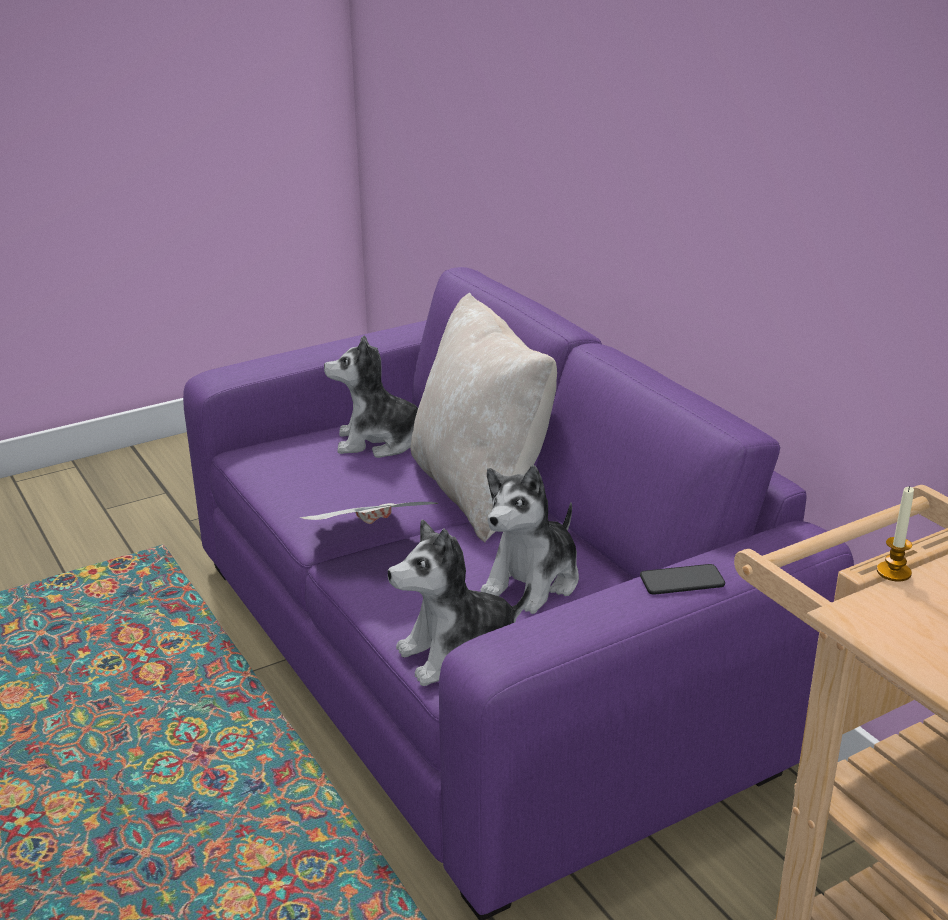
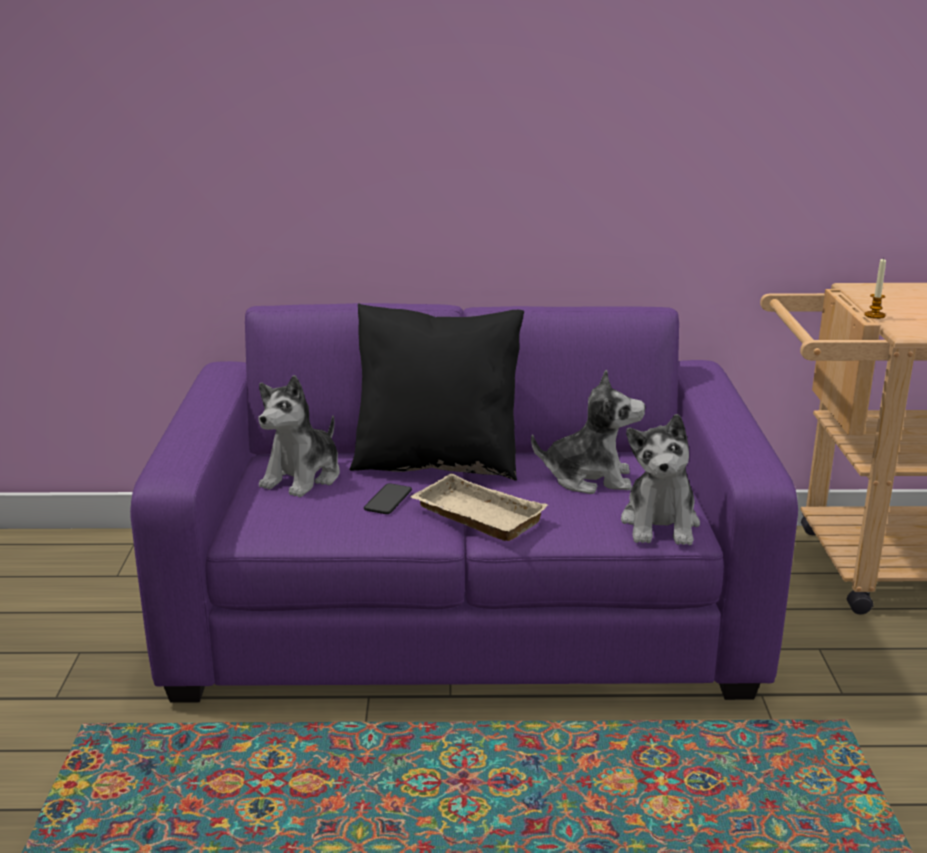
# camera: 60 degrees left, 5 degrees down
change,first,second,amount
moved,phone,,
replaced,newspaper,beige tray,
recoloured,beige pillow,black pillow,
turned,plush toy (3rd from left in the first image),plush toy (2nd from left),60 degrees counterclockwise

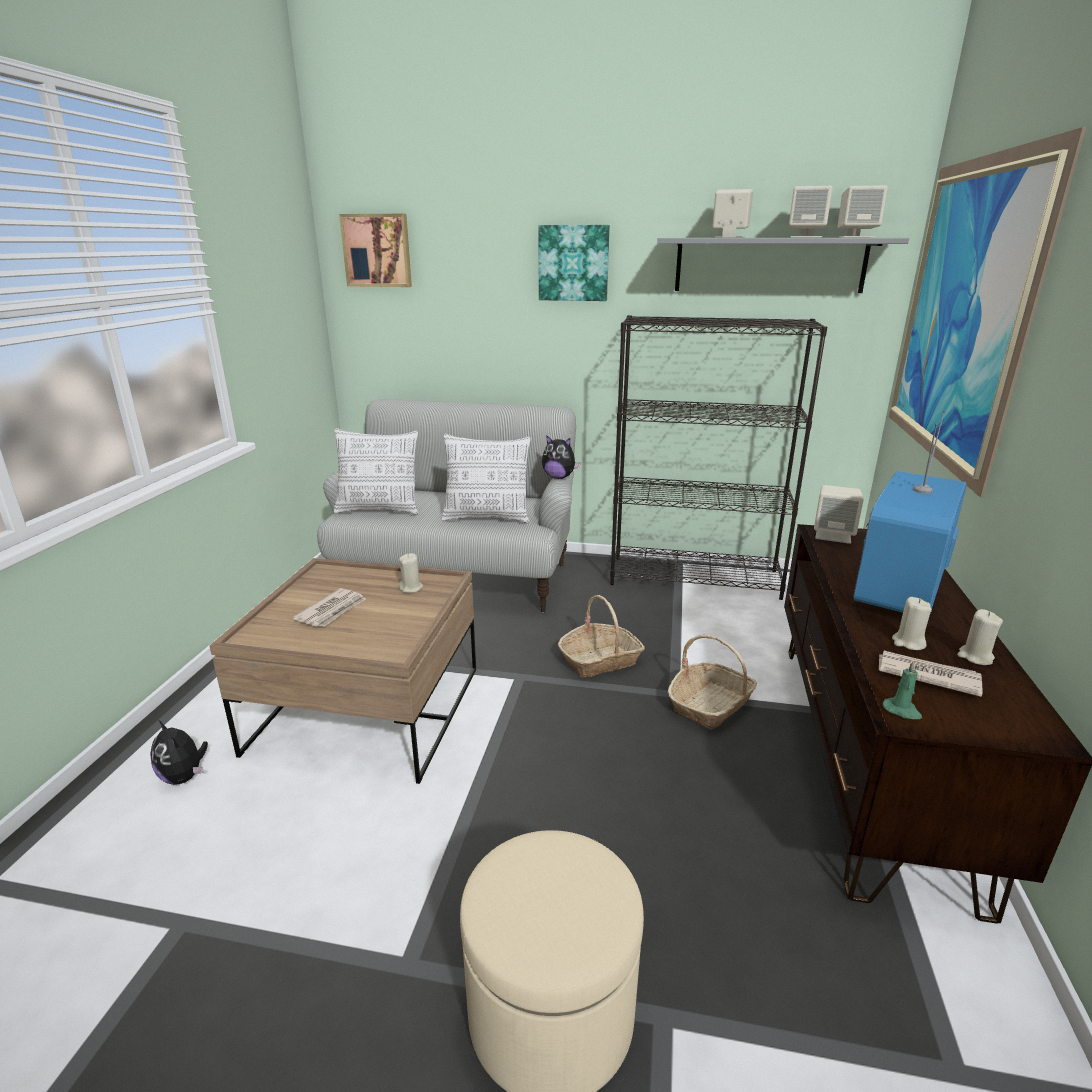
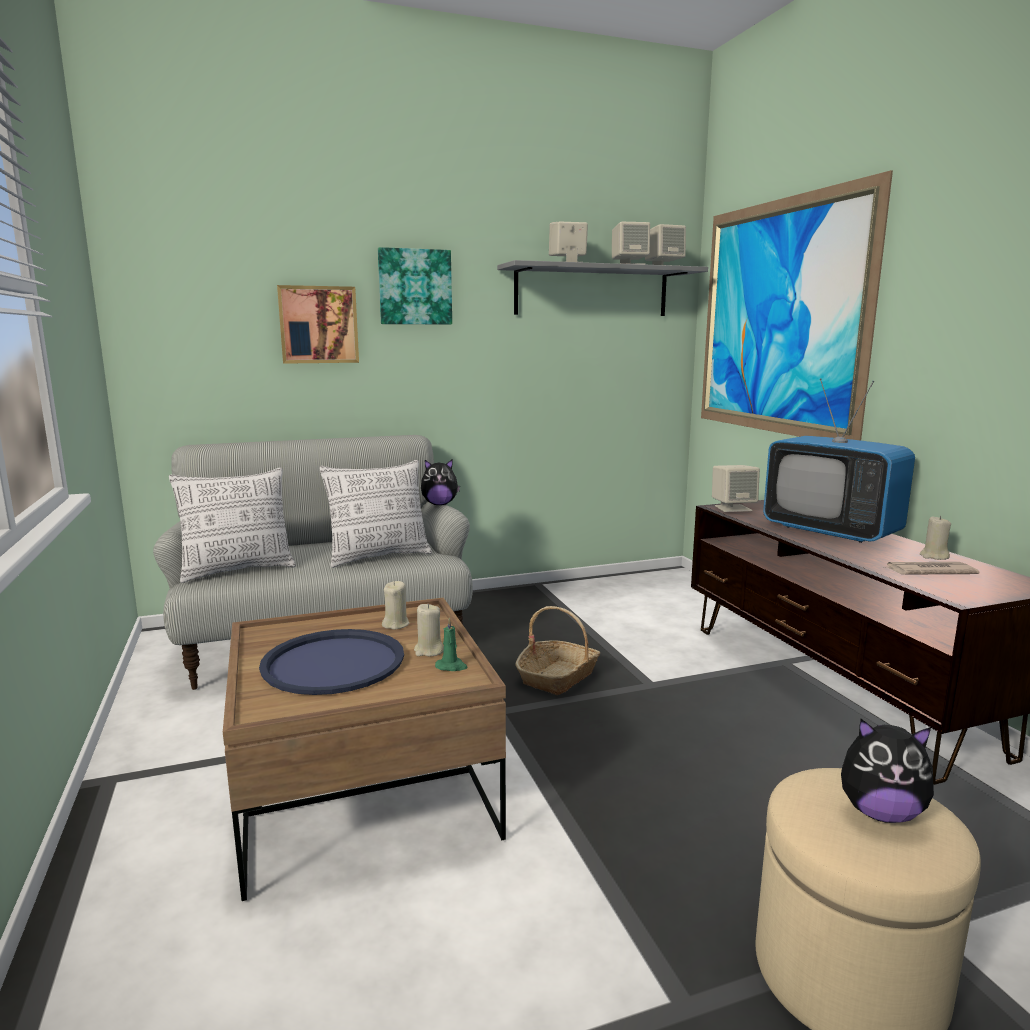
# camera: 30 degrees left, 10 degrees down
change,first,second,amount
removed,black bookcase,,
removed,basket (2nd from left),,
moved,plush toy (1st from left in the first image),plush toy (2nd from left),
moved,picture (1st from left),,
moved,green candle,,
moved,beige candle (2nd from left),,
replaced,newspaper (1st from left),blue tray,
turned,television,,45 degrees counterclockwise

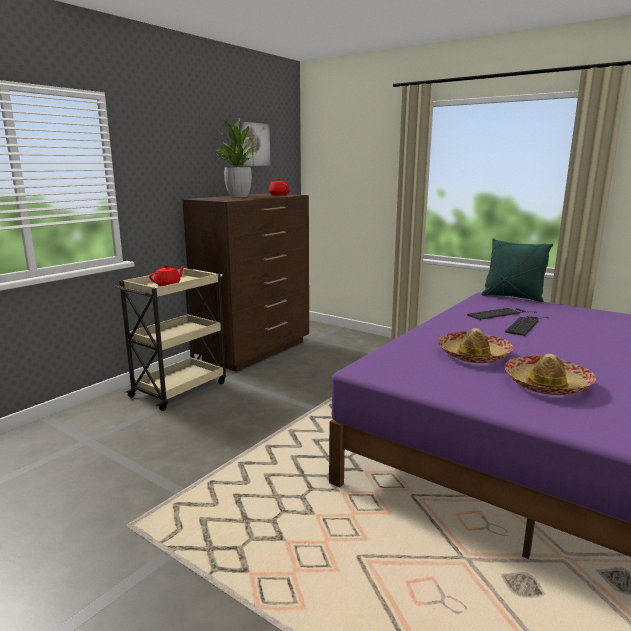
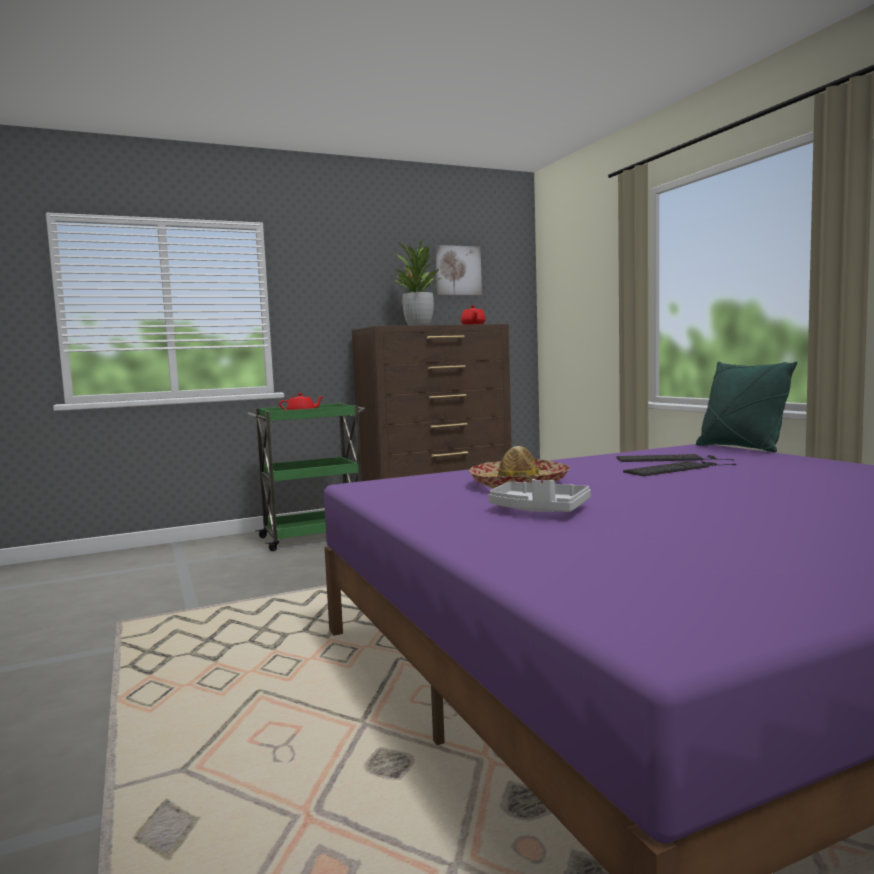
# camera: 30 degrees right, 10 degrees down
change,first,second,amount
replaced,hat (2nd from left),grey tray,
recoloured,beige cart,green cart,

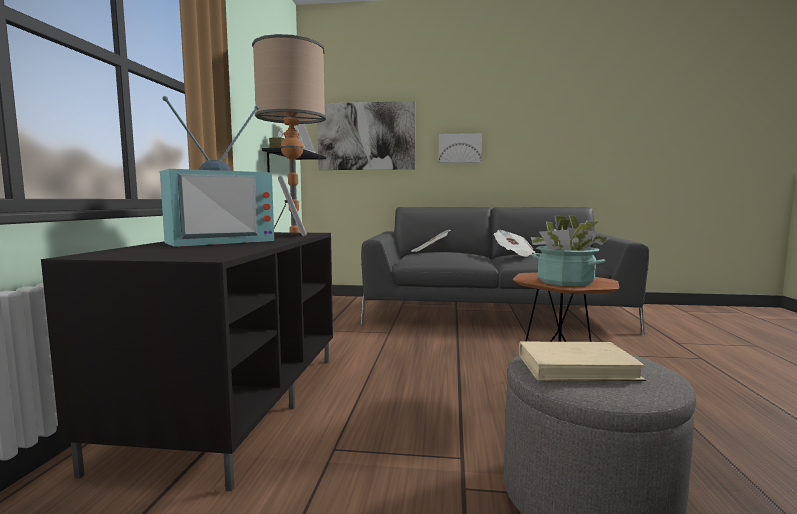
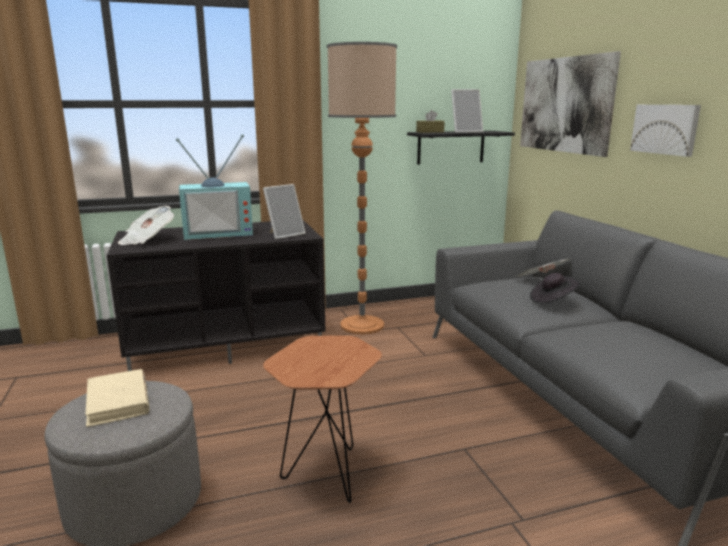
# camera: 65 degrees right, 10 degrees up
change,first,second,amount
removed,potted plant,,
added,,black hat,
moved,newspaper (2nd from left in the first image),newspaper (1st from left),
turned,television,,45 degrees counterclockwise

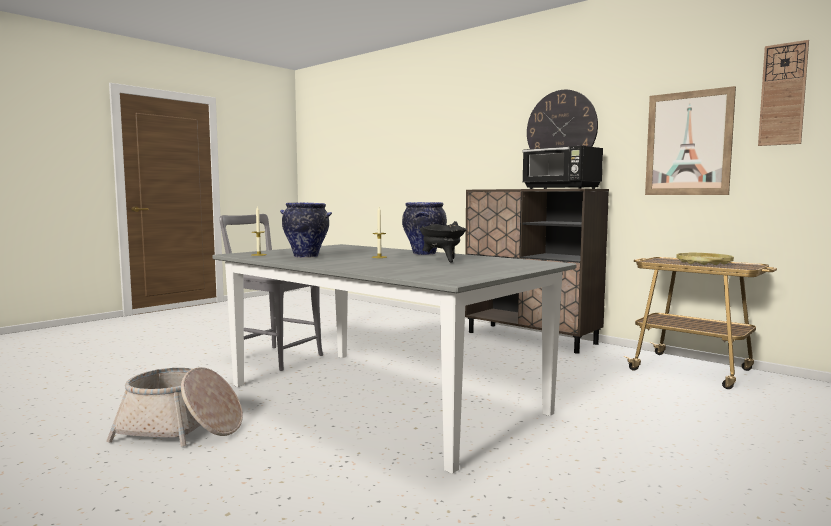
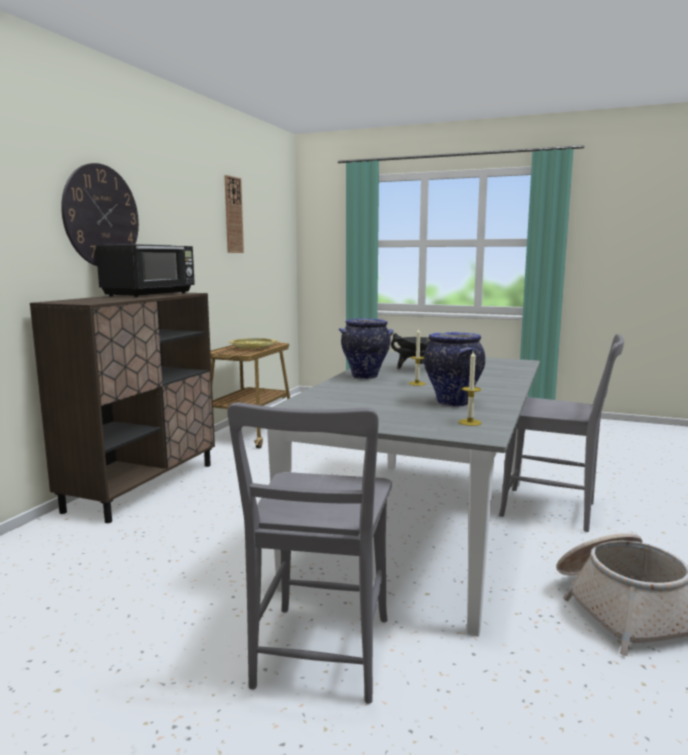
# camera: 110 degrees left, 5 degrees up
change,first,second,amount
removed,picture,,
added,,grey chair (2nd from left),

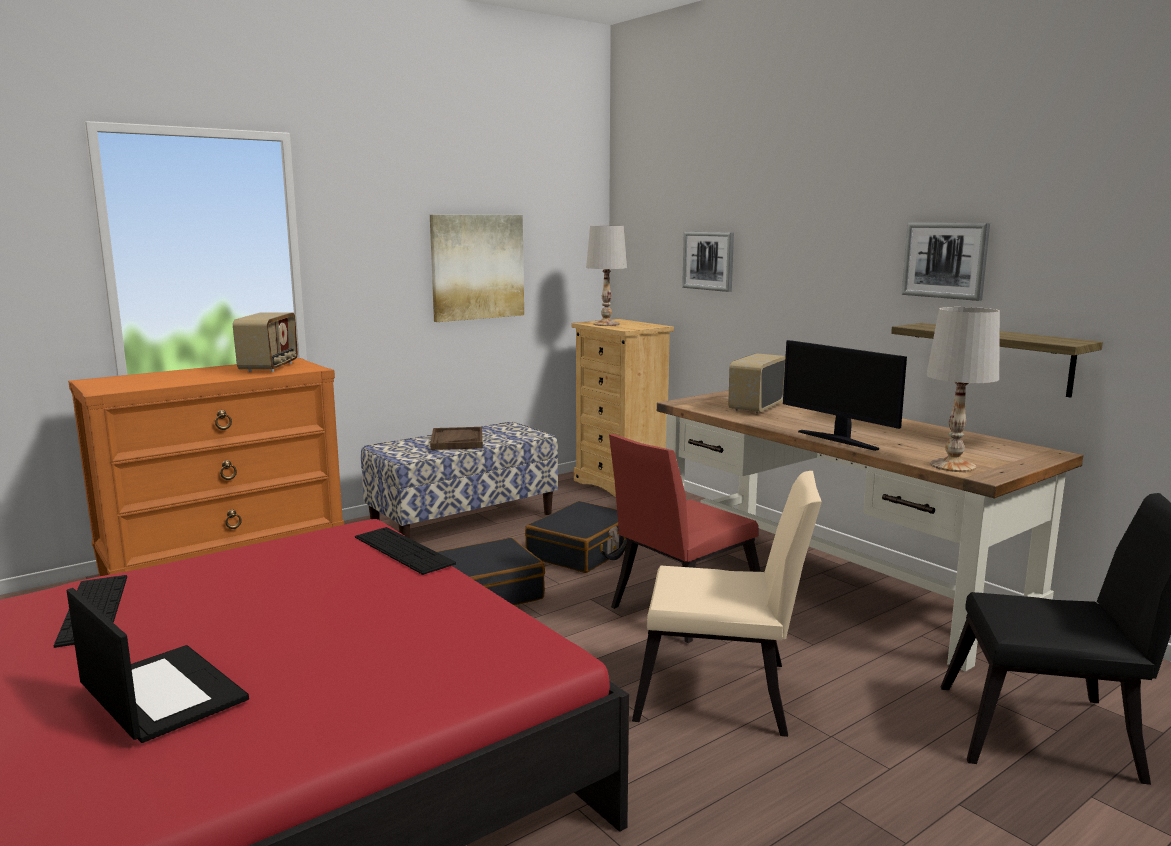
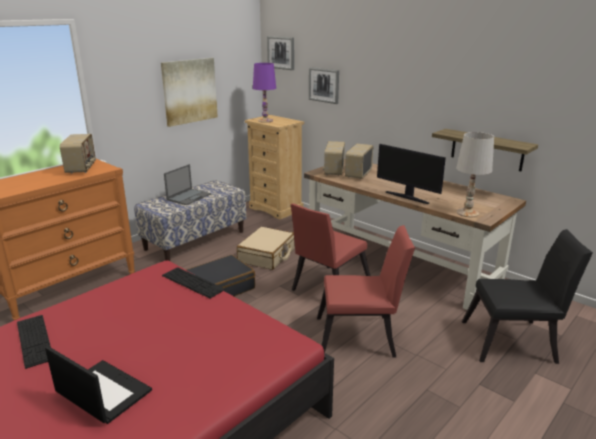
# camera: 10 degrees left, 10 degrees up
change,first,second,amount
added,,radio (2nd from left),
moved,picture (3rd from left in the first image),picture (2nd from left),
replaced,brown tray,laptop (2nd from left),
recoloured,black suitcase (2nd from left),beige suitcase,
recoloured,white table lamp (1st from left),purple table lamp,
recoloured,beige chair,red chair (2nd from left),

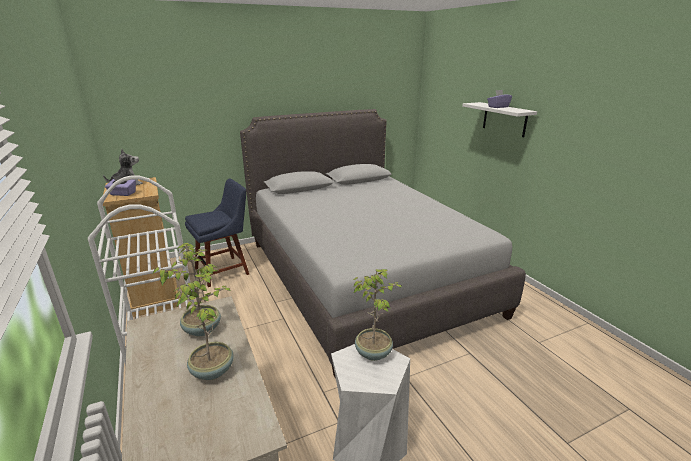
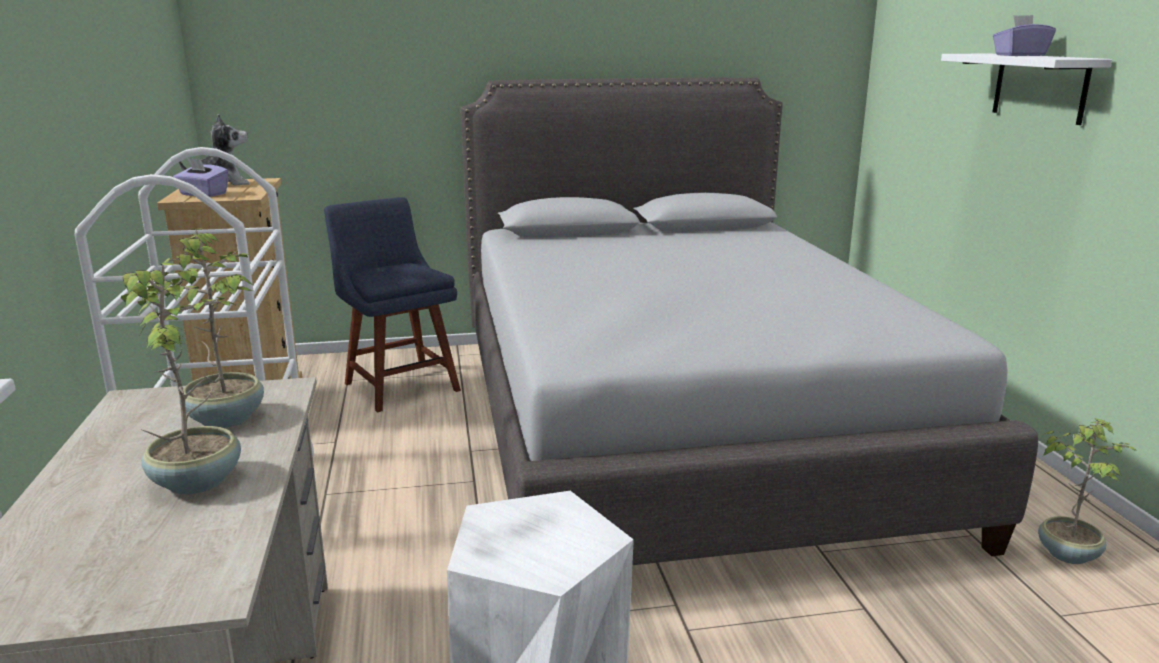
# camera: 15 degrees right, 5 degrees down
change,first,second,amount
moved,potted plant (3rd from left),,
turned,blue chair,,105 degrees counterclockwise

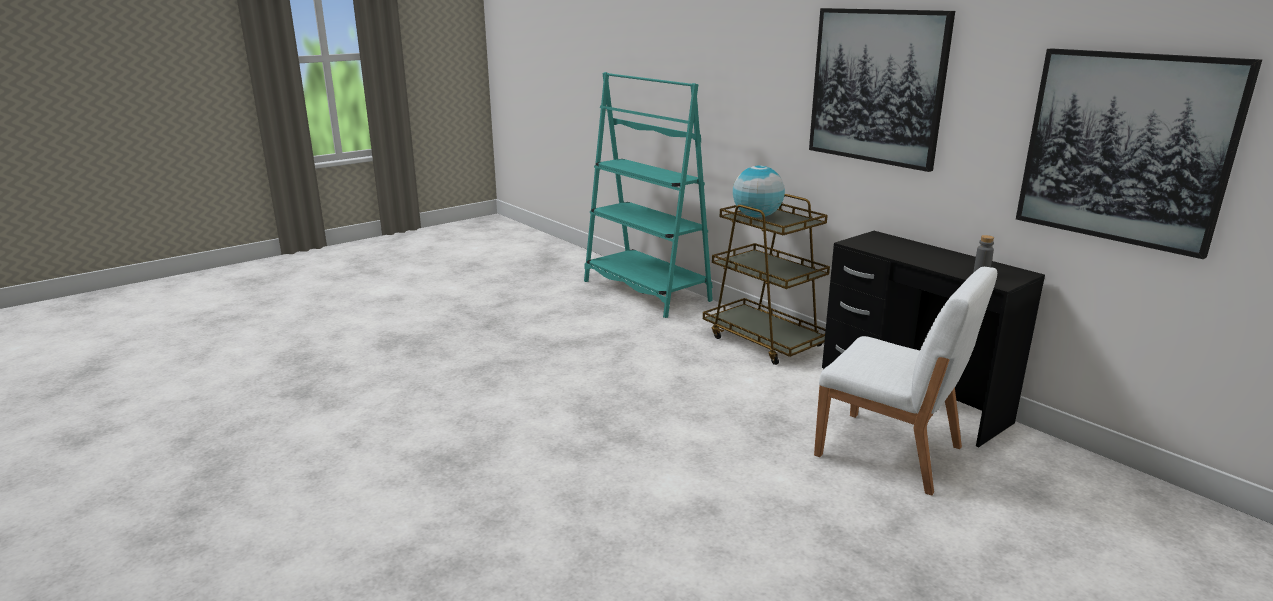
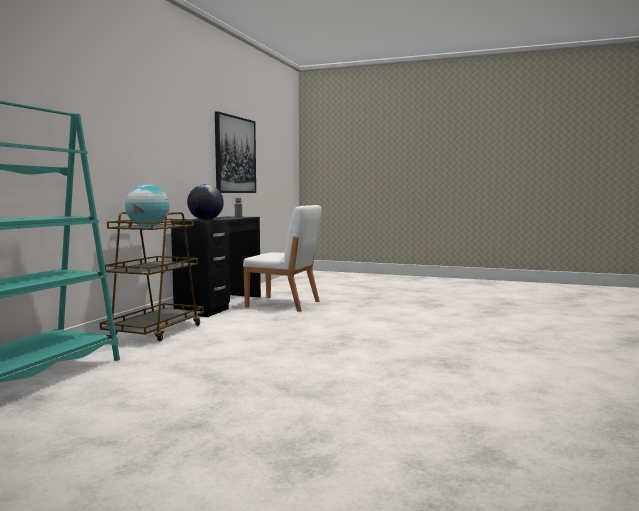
# camera: 120 degrees left, 15 degrees down
change,first,second,amount
removed,picture (1st from left),,
added,,globe (2nd from left),
turned,white chair,,105 degrees clockwise

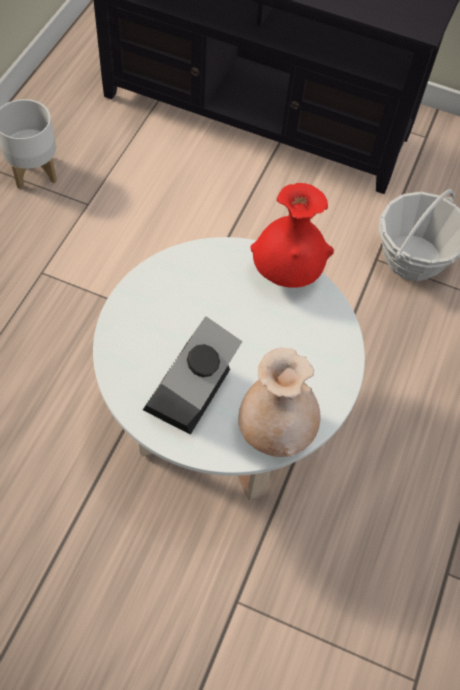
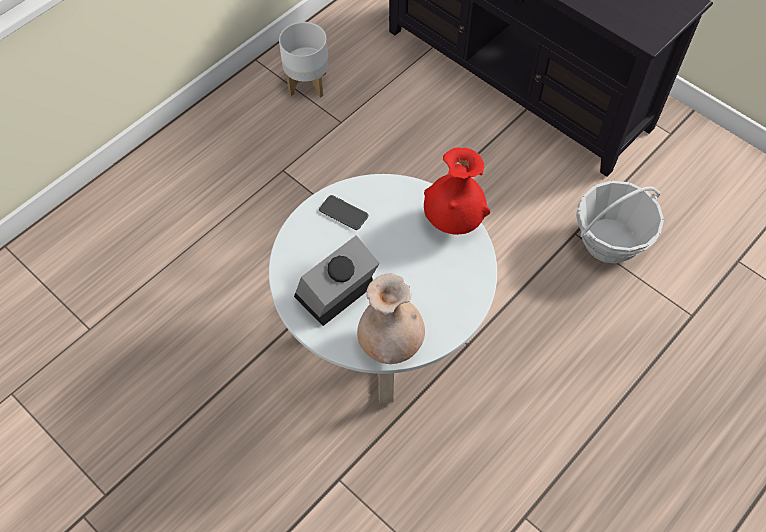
# camera: 25 degrees right, 0 degrees up
change,first,second,amount
added,,phone,

